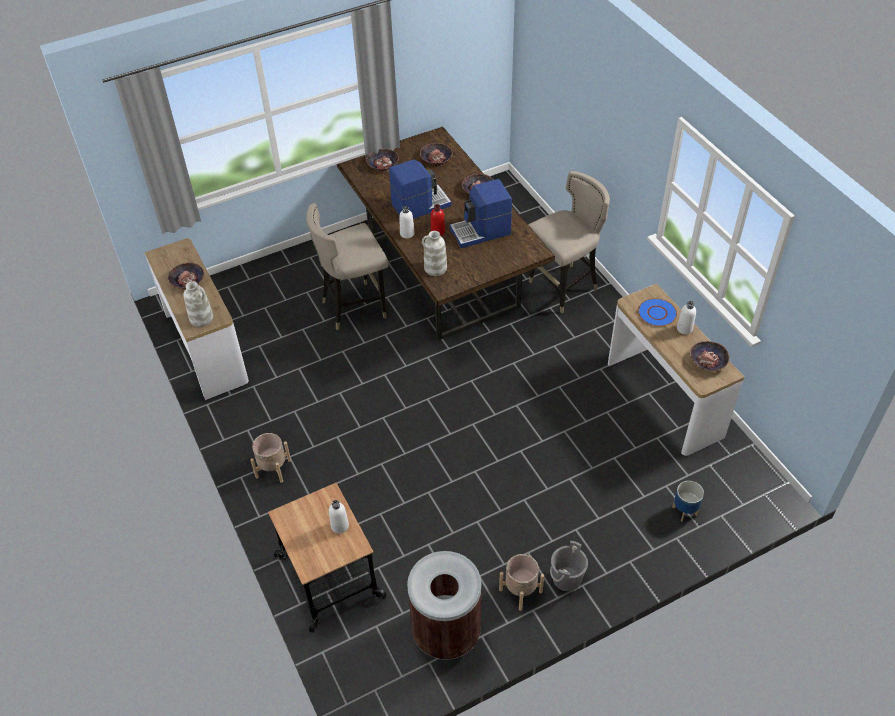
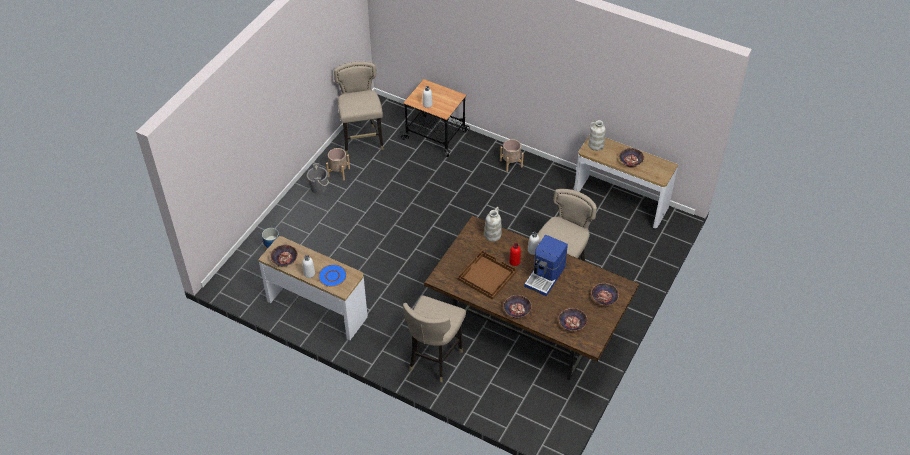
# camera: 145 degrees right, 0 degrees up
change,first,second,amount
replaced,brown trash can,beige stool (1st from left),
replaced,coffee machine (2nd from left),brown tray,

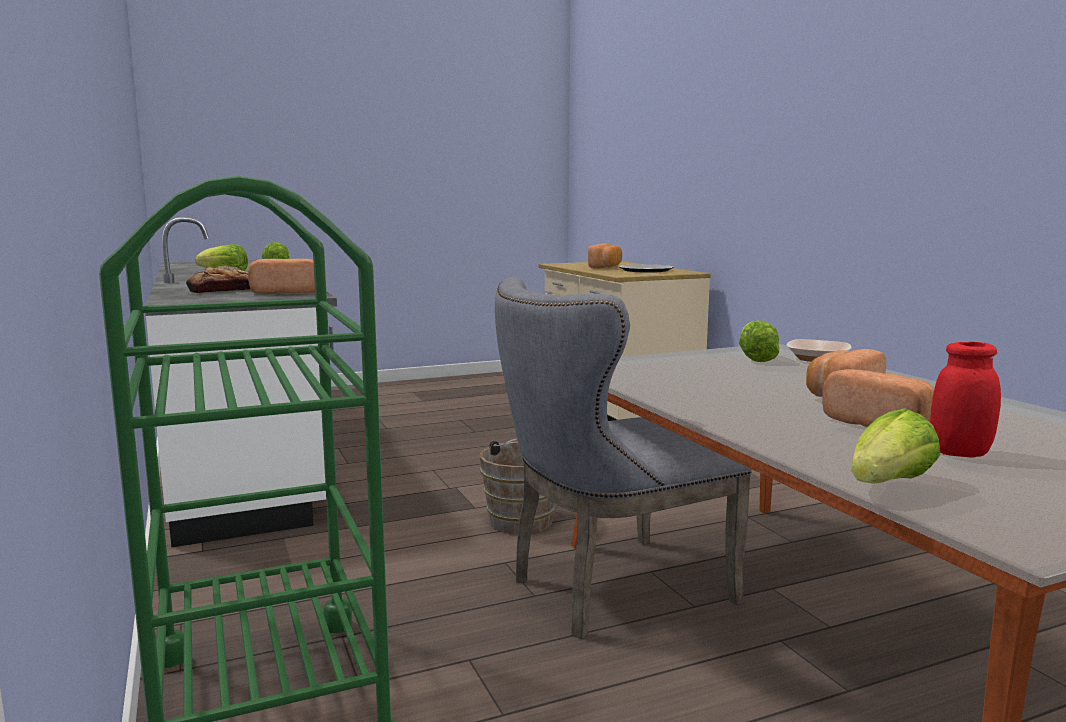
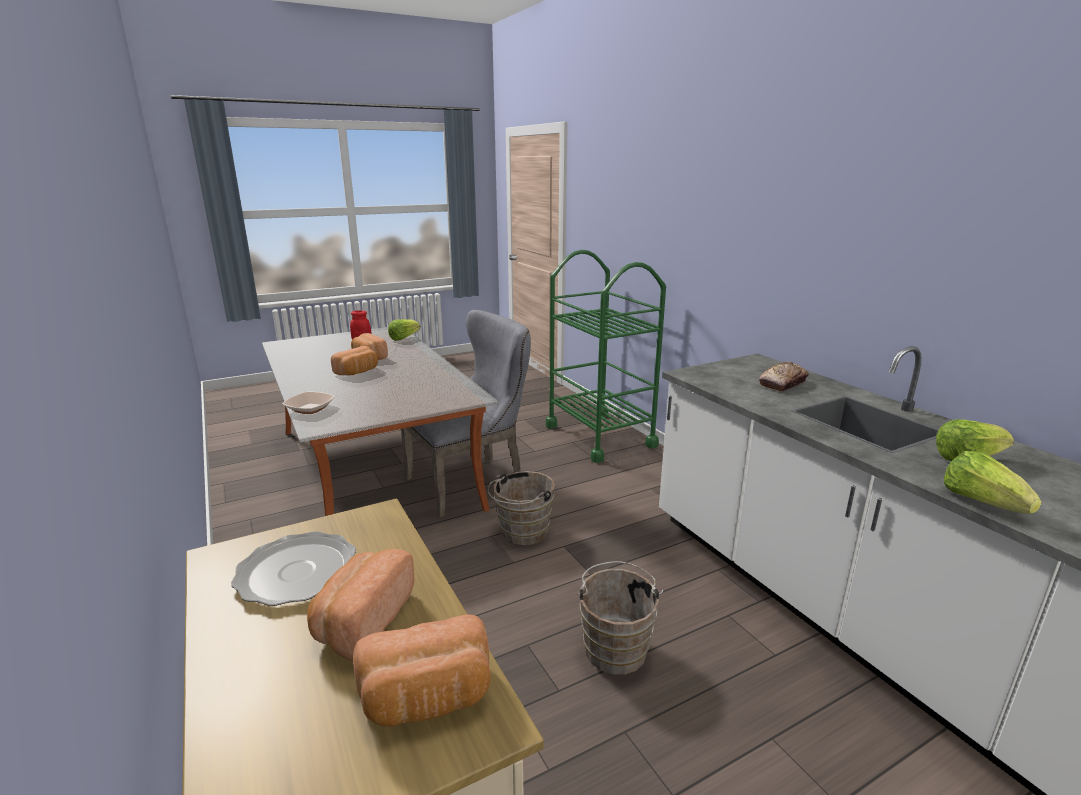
# camera: 175 degrees right, 10 degrees up
change,first,second,amount
removed,lettuce (3rd from left),,
added,,brown bucket (2nd from left),
moved,bread (2nd from left in the first image),bread (4th from left),

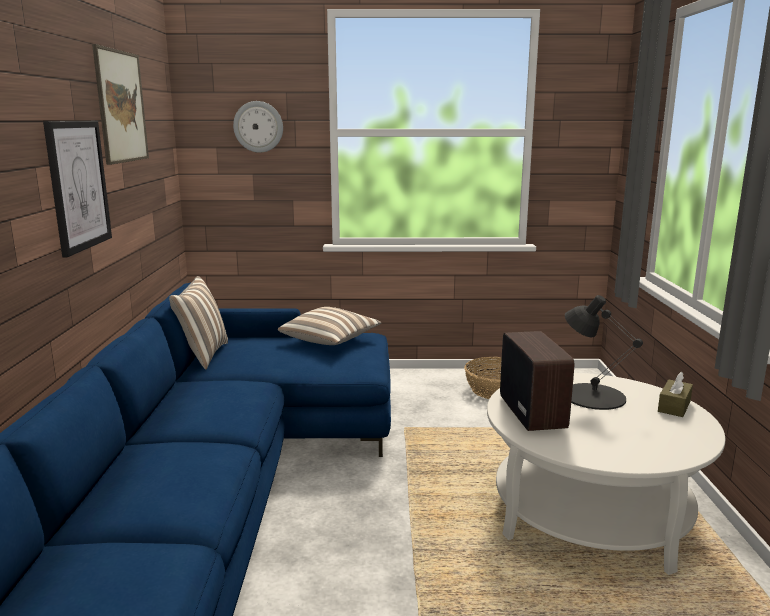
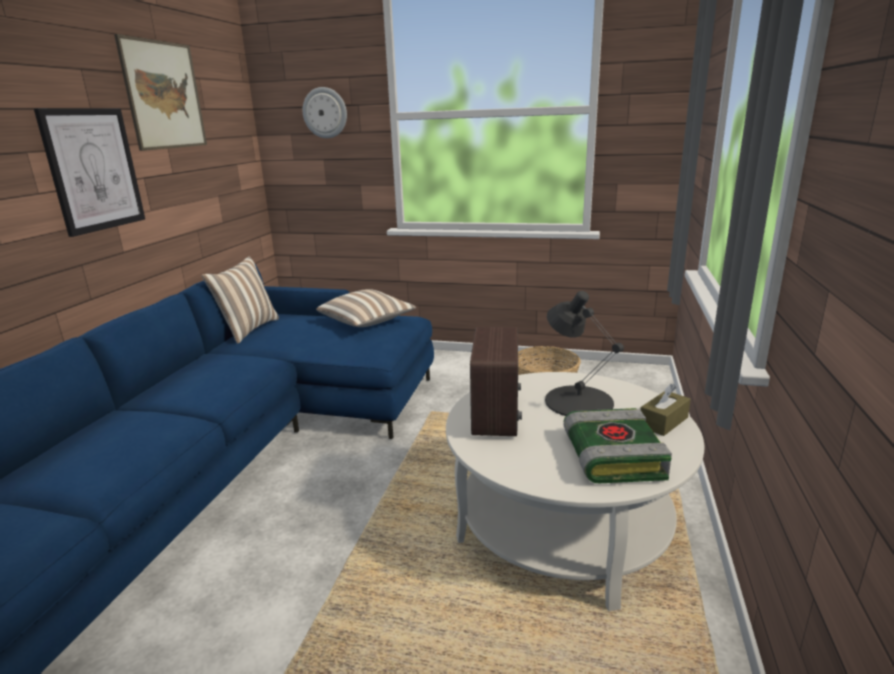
# camera: 15 degrees right, 5 degrees up
change,first,second,amount
added,,book,

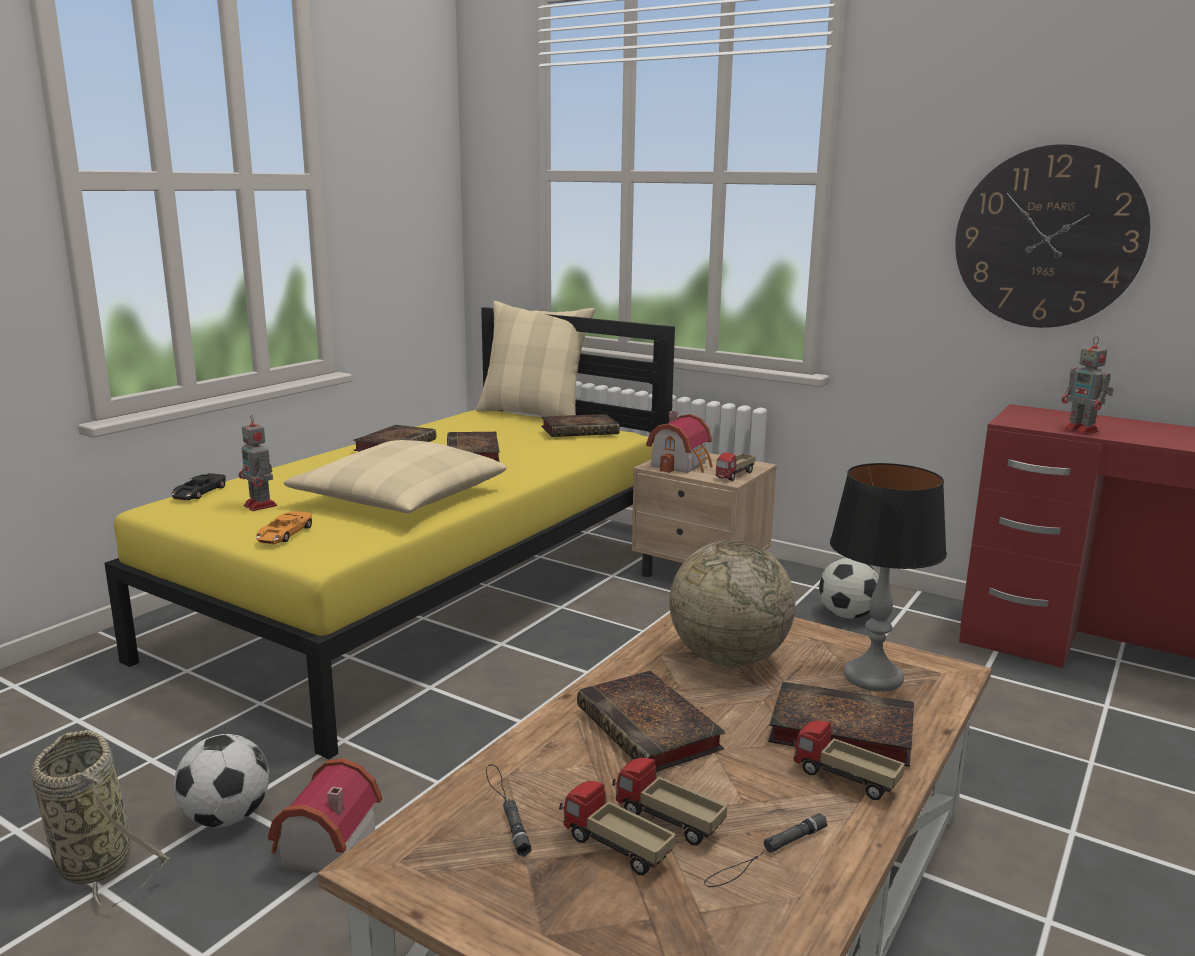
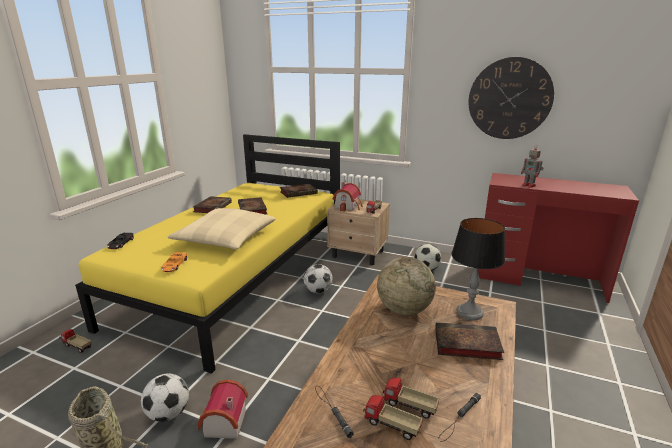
# camera: 10 degrees left, 5 degrees up
change,first,second,amount
removed,toy robot (1st from left),,
removed,beige pillow (2nd from left),,
removed,book (4th from left),,
added,,football (2nd from left),
moved,toy truck (4th from left in the first image),toy truck (1st from left),

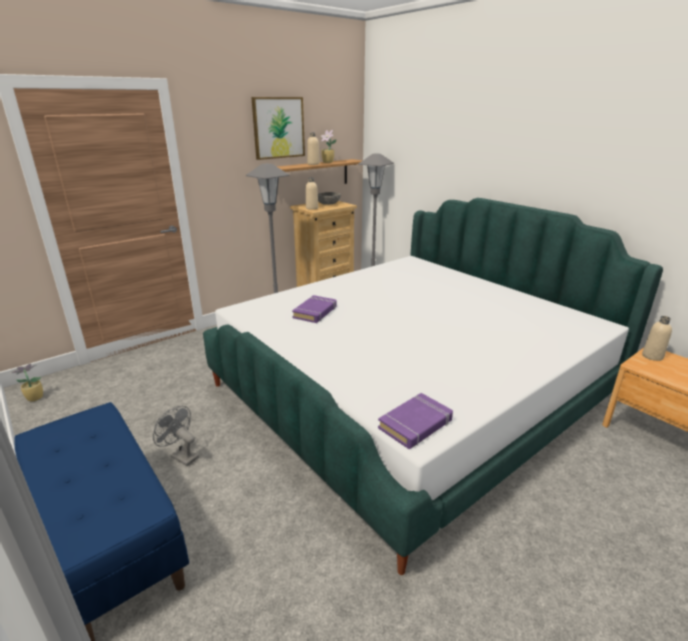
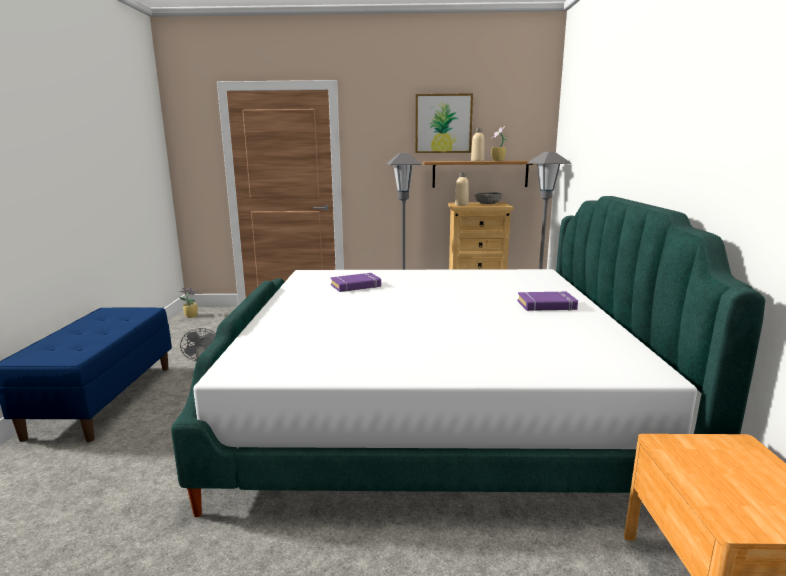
# camera: 40 degrees right, 10 degrees down
change,first,second,amount
removed,beige bottle (3rd from left),,
moved,purple book (2nd from left),,

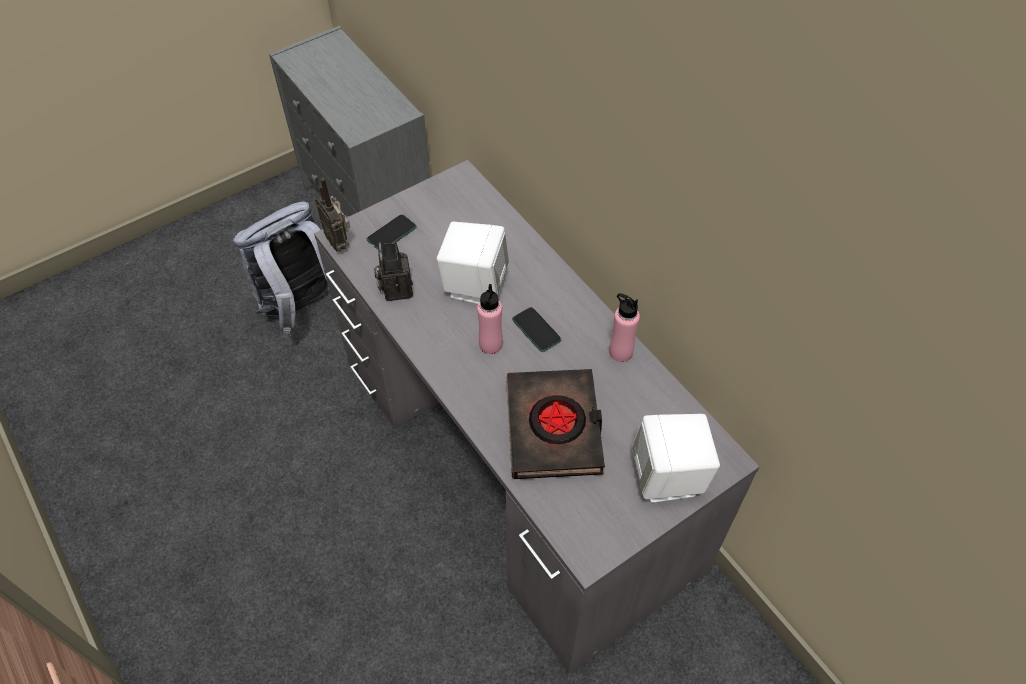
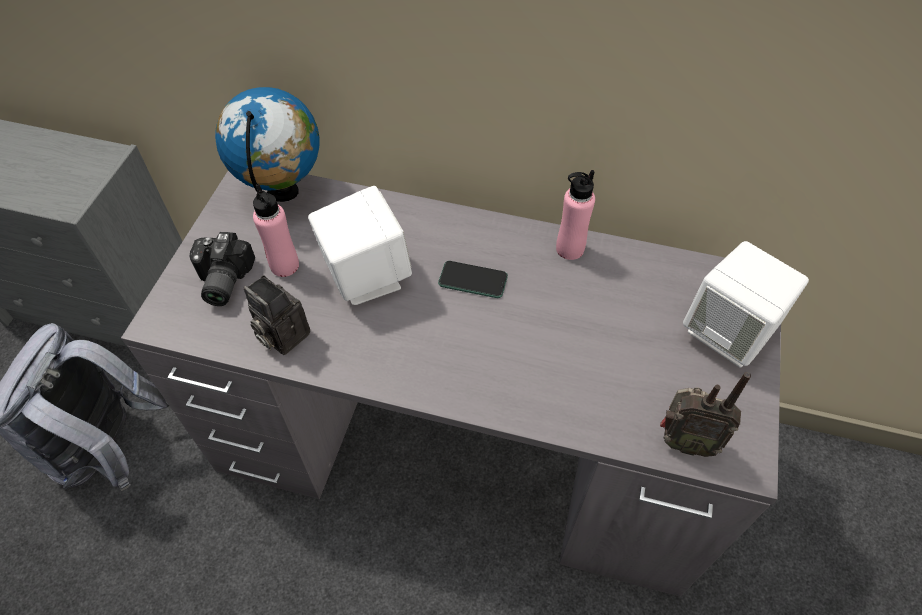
# camera: 40 degrees left, 0 degrees up
change,first,second,amount
removed,black book,,
added,,globe,
moved,radio,,
moved,pink bottle (1st from left),,
replaced,phone (1st from left),photo camera (1st from left),

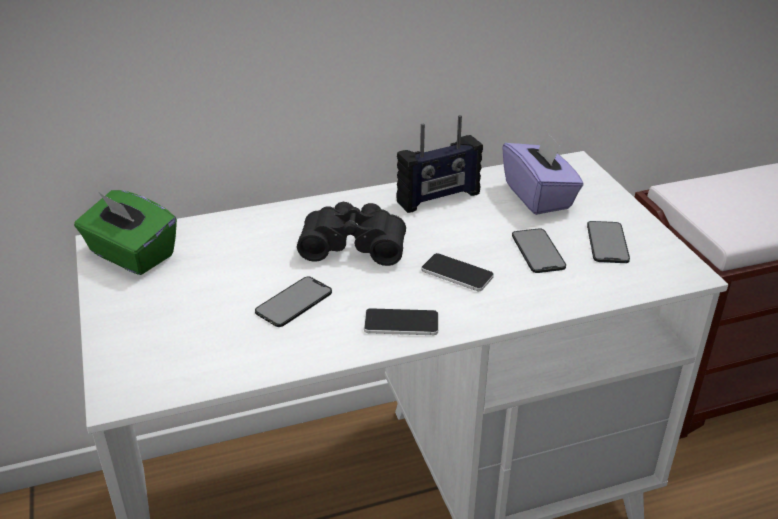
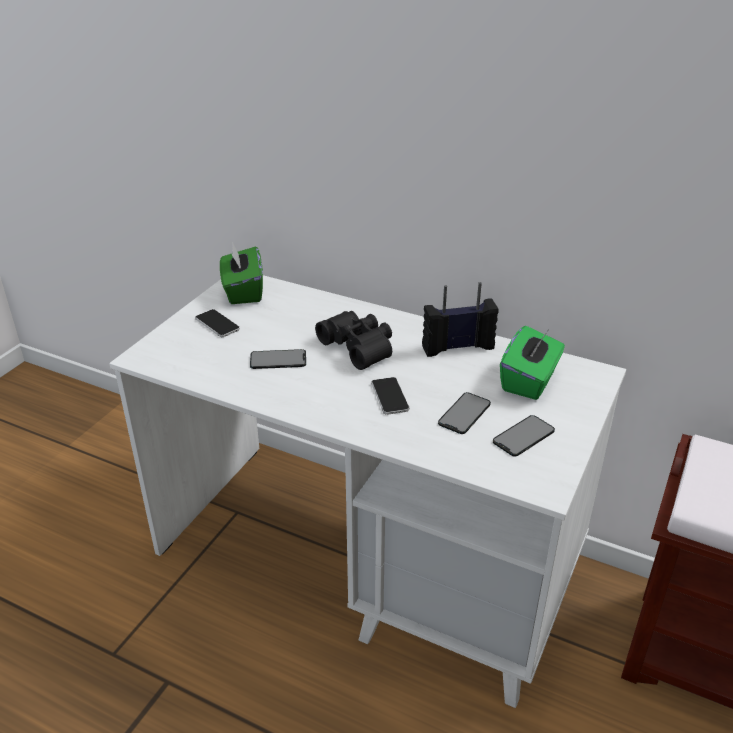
# camera: 45 degrees right, 0 degrees up
change,first,second,amount
moved,phone (2nd from left in the first image),phone (1st from left),
recoloured,purple tissue box,green tissue box (2nd from left),
turned,radio,,150 degrees clockwise

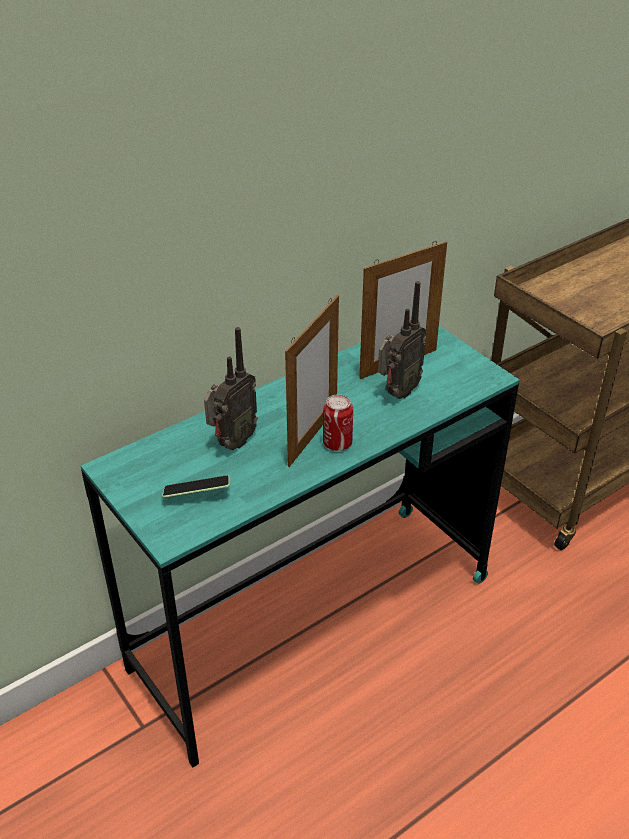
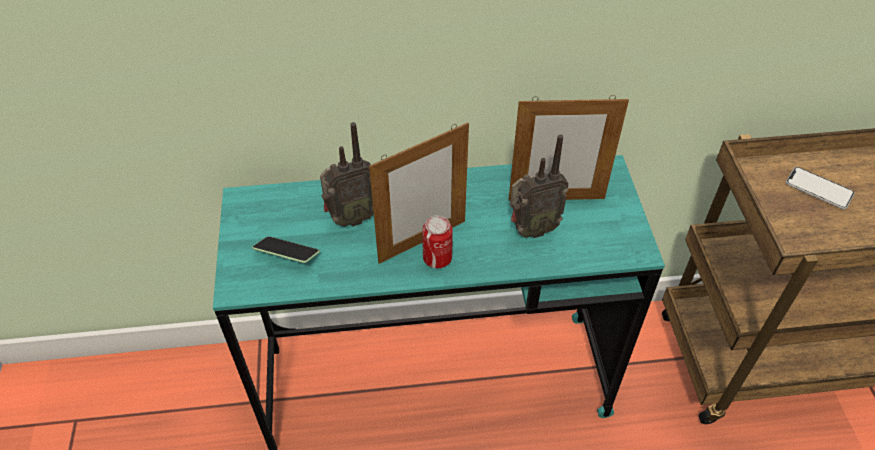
# camera: 30 degrees right, 10 degrees up
change,first,second,amount
added,,phone (2nd from left),

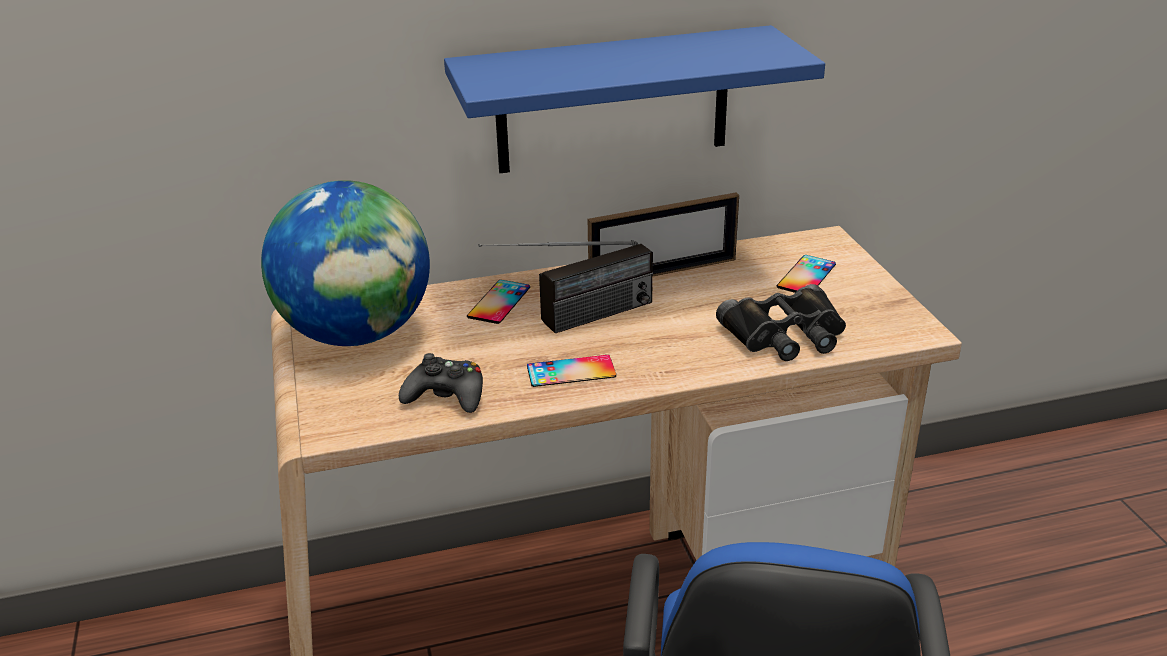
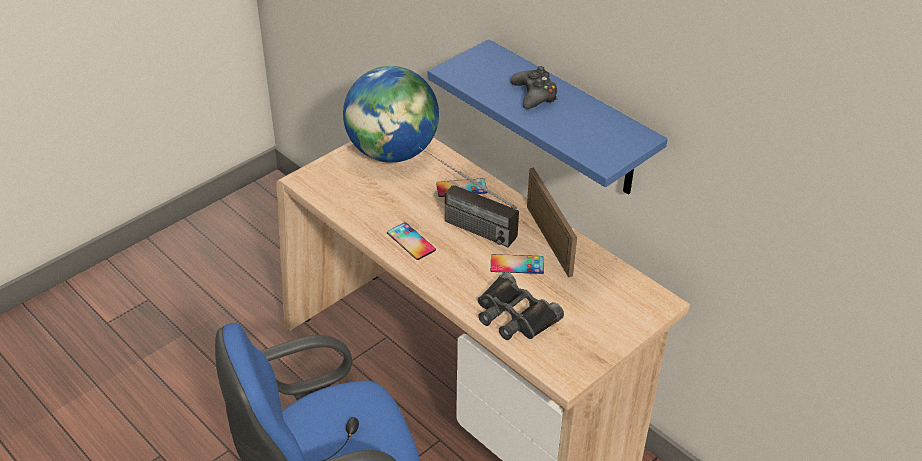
# camera: 60 degrees right, 10 degrees up
change,first,second,amount
moved,black game controller,,
moved,phone (3rd from left),,
turned,picture frame,,150 degrees counterclockwise

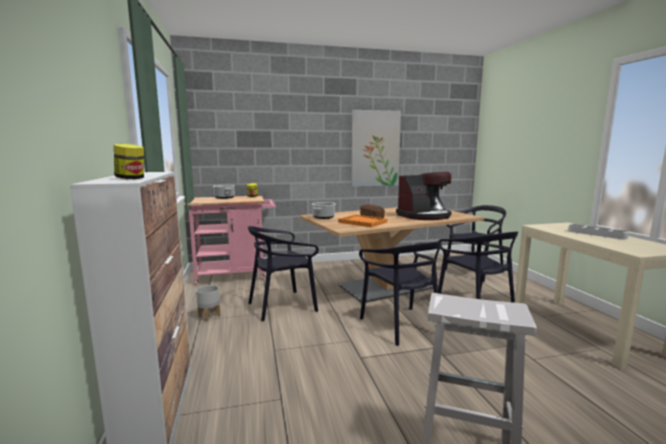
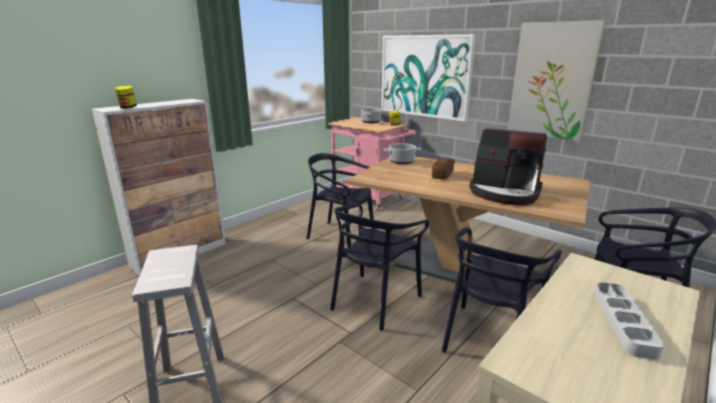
# camera: 55 degrees right, 10 degrees up
change,first,second,amount
removed,grey planter,,
removed,orange tray,,
added,,picture (1st from left),

